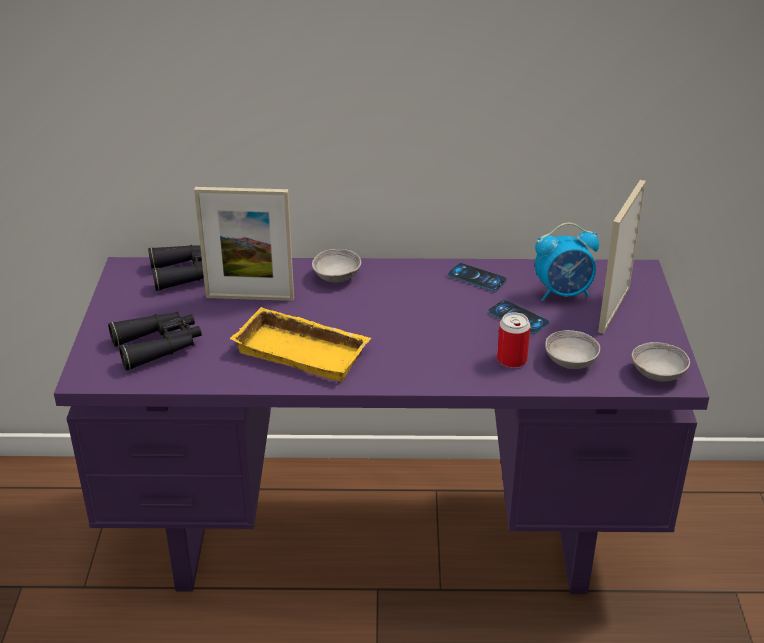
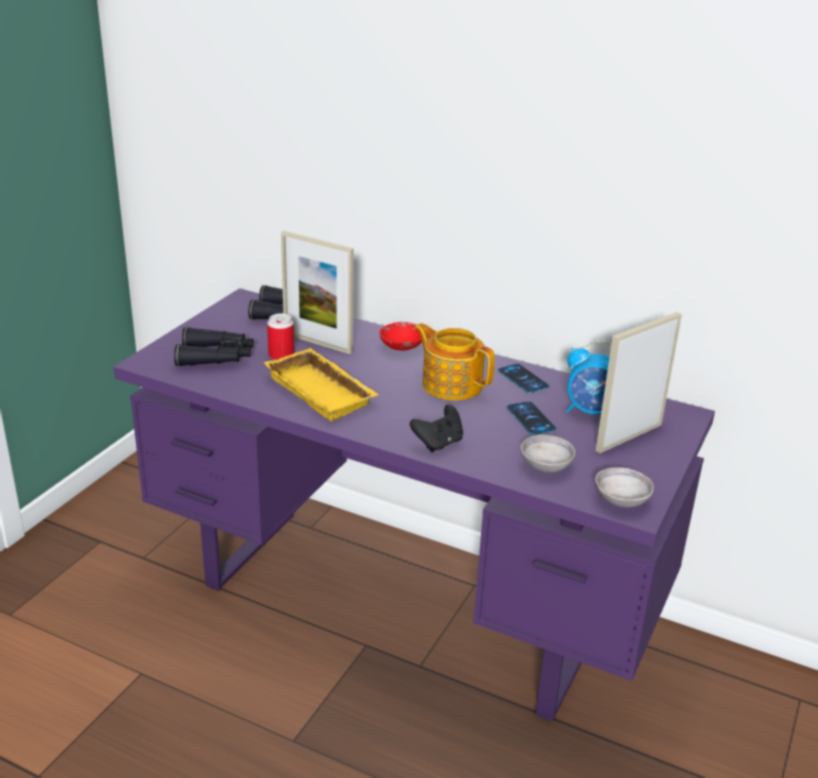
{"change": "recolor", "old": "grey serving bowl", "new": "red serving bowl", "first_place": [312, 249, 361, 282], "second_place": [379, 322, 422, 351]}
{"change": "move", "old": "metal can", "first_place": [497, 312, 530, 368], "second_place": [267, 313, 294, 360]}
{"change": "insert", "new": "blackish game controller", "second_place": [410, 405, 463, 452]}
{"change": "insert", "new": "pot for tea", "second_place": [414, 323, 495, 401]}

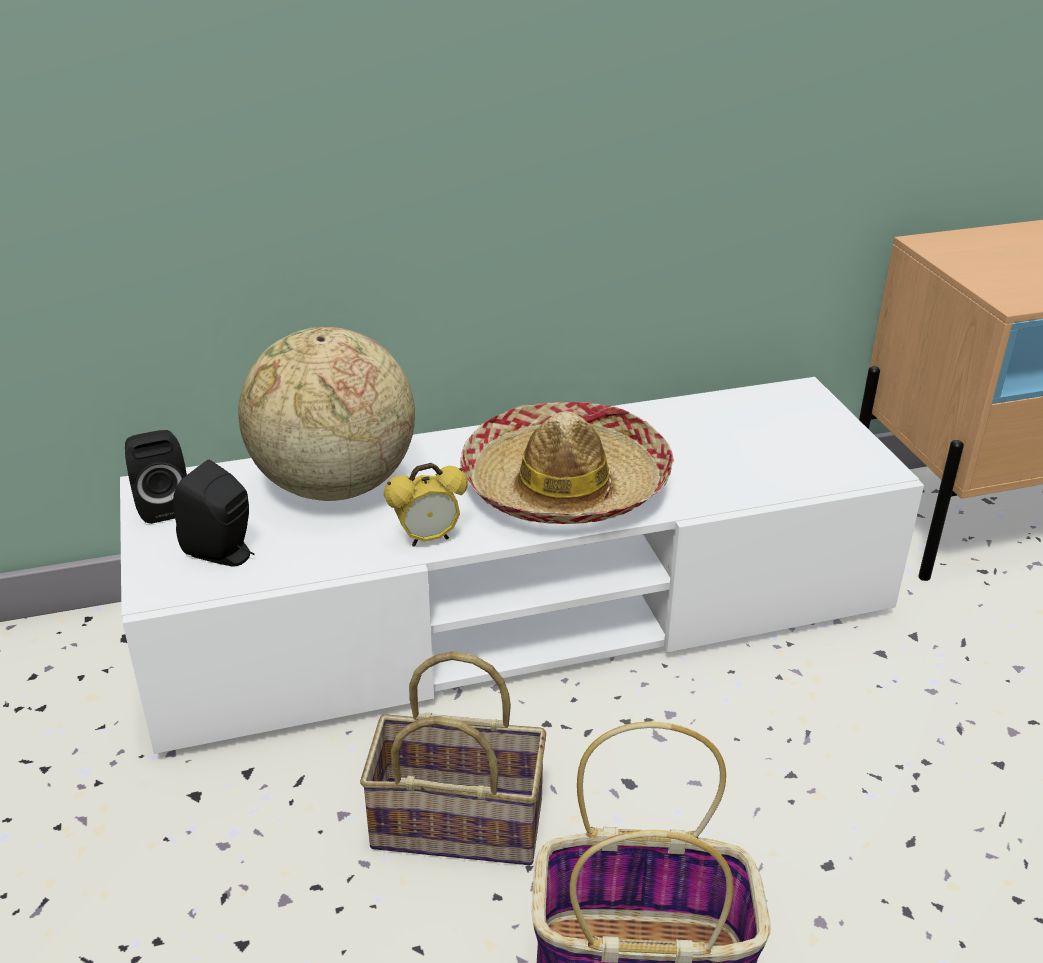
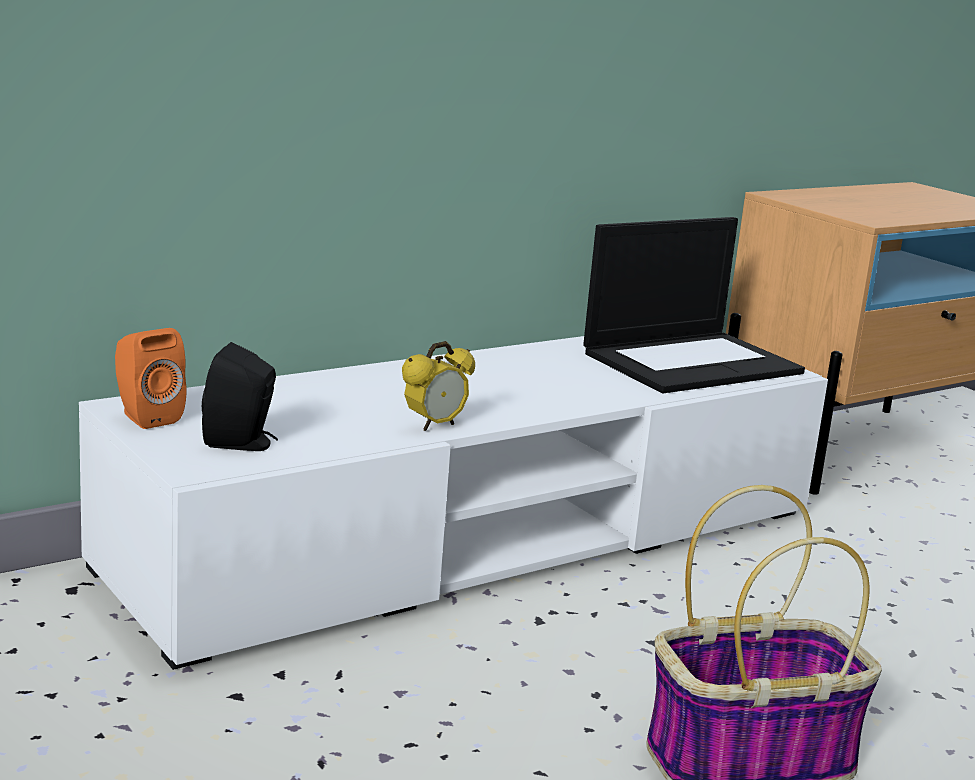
{"change": "recolor", "old": "blackish loudspeaker", "new": "orange loudspeaker", "first_place": [125, 430, 187, 524], "second_place": [115, 328, 186, 429]}
{"change": "delete", "old": "world globe", "first_place": [238, 327, 415, 501]}
{"change": "delete", "old": "basket", "first_place": [360, 651, 546, 865]}
{"change": "delete", "old": "wearable hat", "first_place": [460, 402, 674, 524]}
{"change": "insert", "new": "laptop", "second_place": [583, 217, 805, 393]}

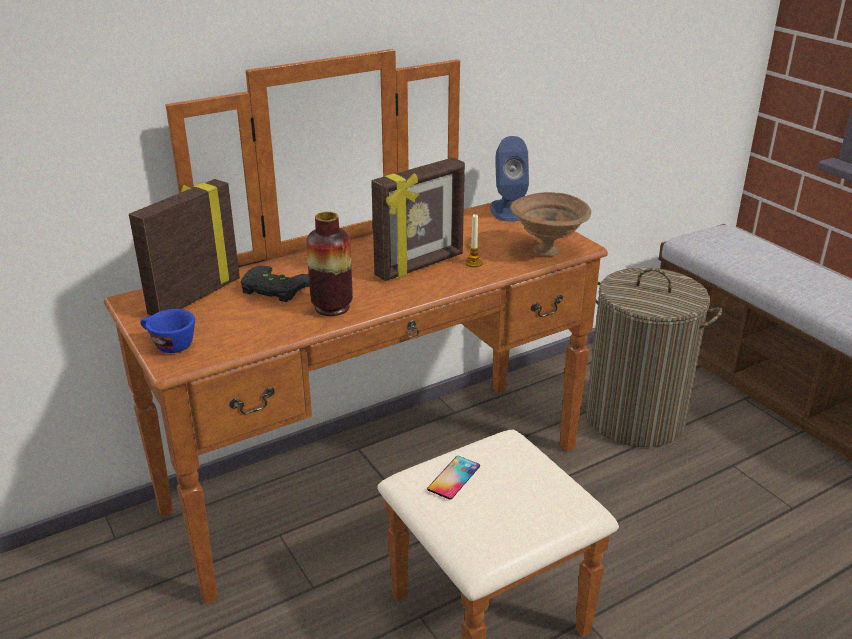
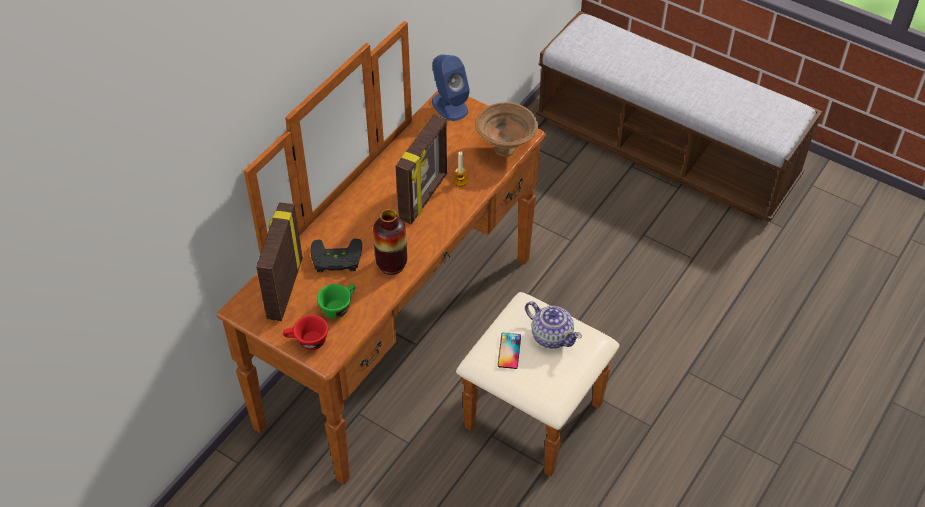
{"change": "recolor", "old": "blue-coloured drinking cup", "new": "red drinking cup", "first_place": [140, 309, 195, 353], "second_place": [283, 315, 328, 350]}
{"change": "delete", "old": "hamper", "first_place": [586, 267, 723, 447]}
{"change": "insert", "new": "greenish drinking cup", "second_place": [317, 284, 355, 319]}
{"change": "insert", "new": "pot for tea", "second_place": [525, 301, 582, 348]}

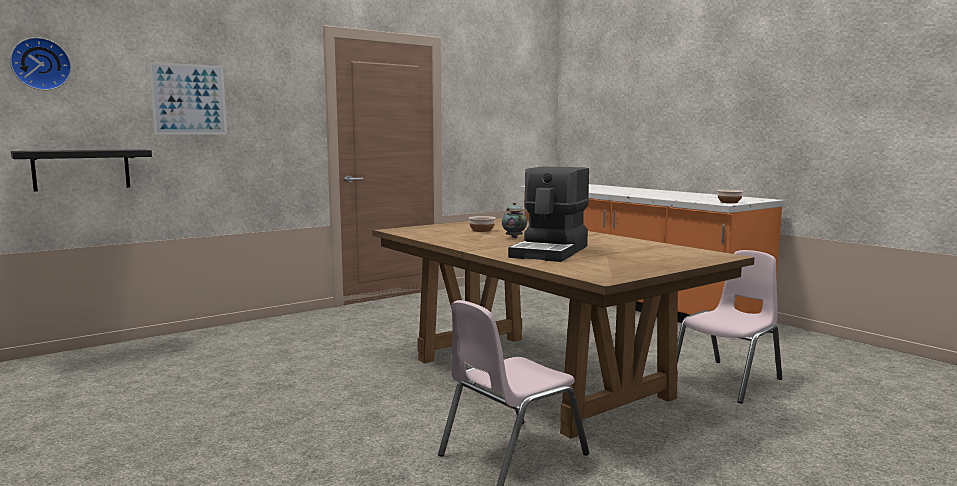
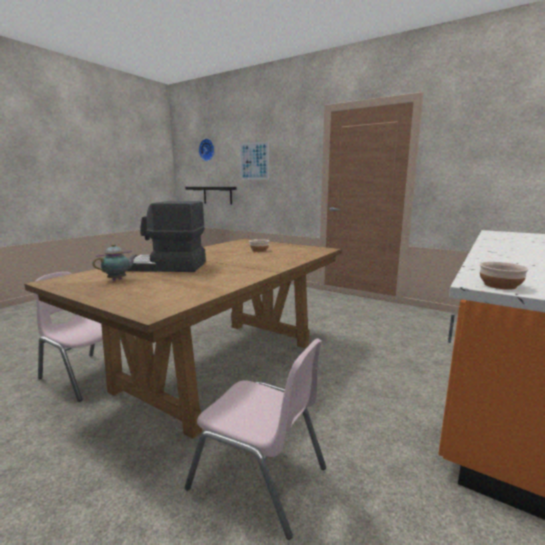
{"change": "move", "old": "pot for tea", "first_place": [502, 202, 527, 238], "second_place": [92, 244, 137, 281]}

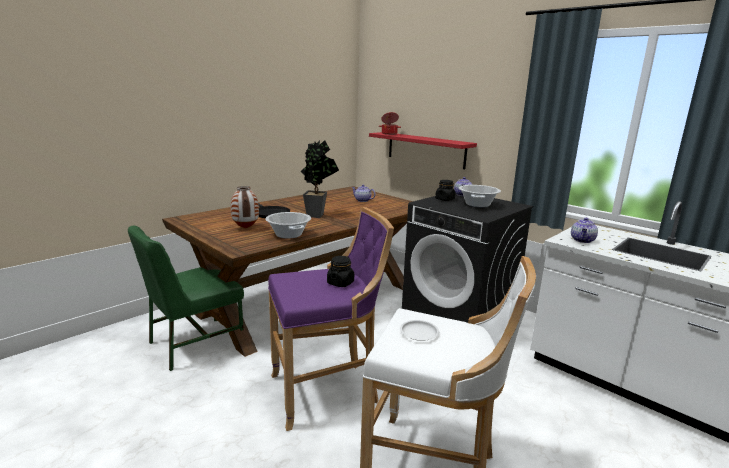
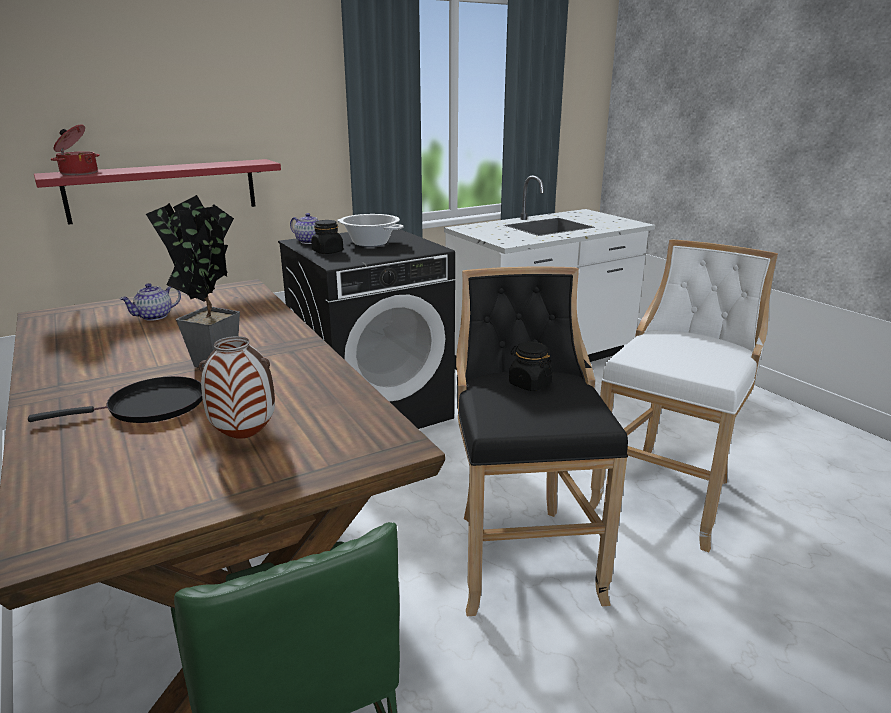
{"change": "delete", "old": "cooking pot", "first_place": [265, 212, 311, 239]}
{"change": "recolor", "old": "purplish stool seat", "new": "blackish stool seat", "first_place": [268, 207, 394, 431], "second_place": [456, 266, 628, 616]}
{"change": "delete", "old": "white-coloured plate", "first_place": [400, 320, 439, 341]}
{"change": "delete", "old": "pot for tea", "first_place": [571, 218, 598, 243]}

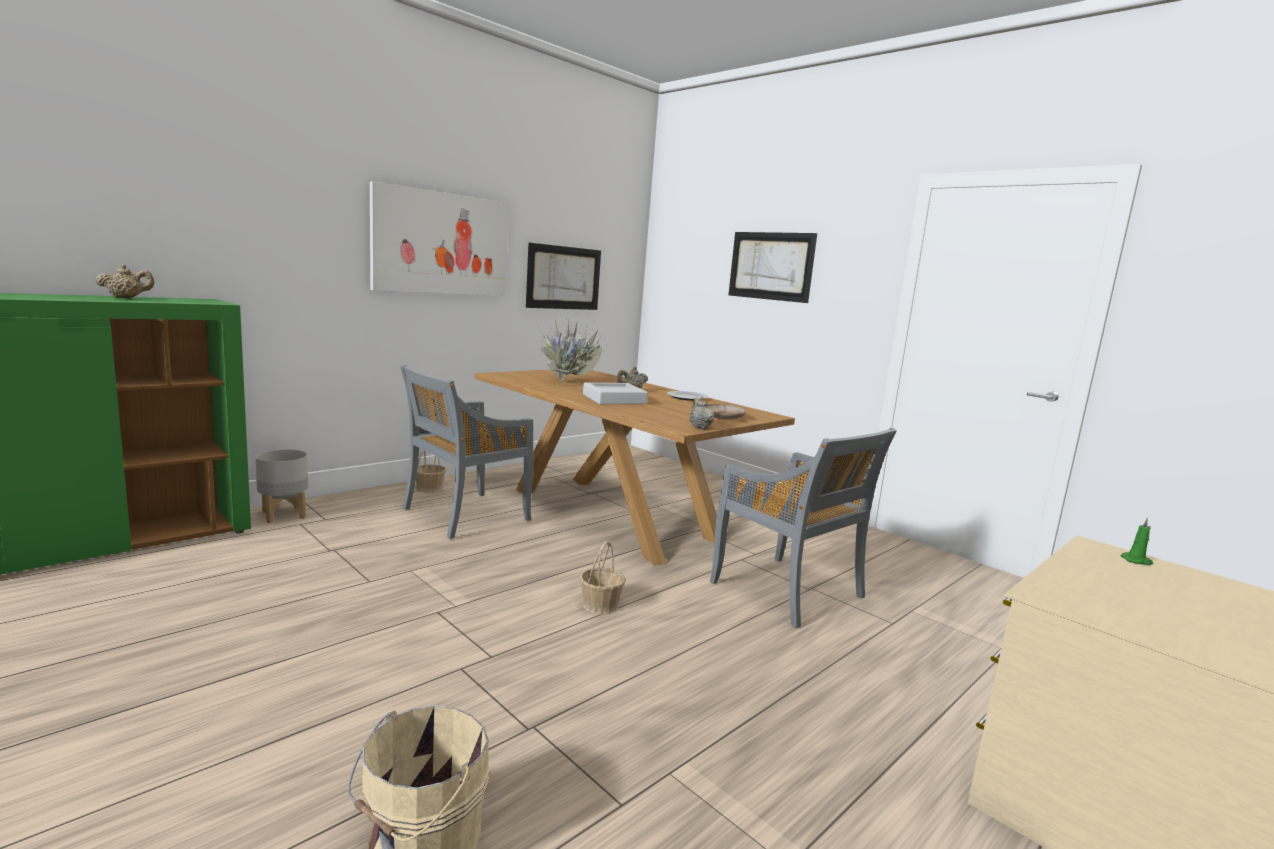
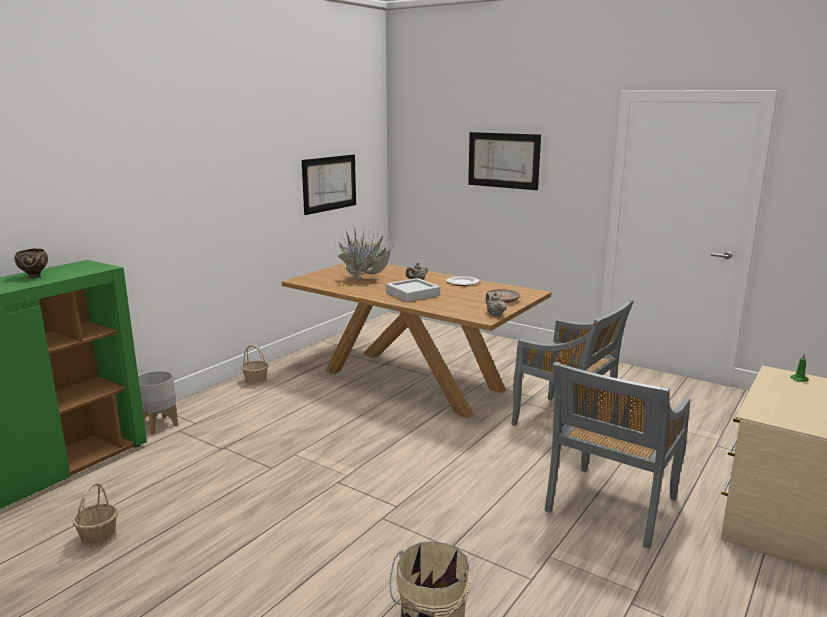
{"change": "replace", "old": "beige pot for tea", "new": "brown serving bowl", "first_place": [95, 264, 154, 298], "second_place": [14, 249, 48, 278]}
{"change": "delete", "old": "wall picture", "first_place": [370, 181, 509, 296]}
{"change": "move", "old": "grey chair", "first_place": [400, 365, 534, 539], "second_place": [544, 362, 690, 549]}
{"change": "move", "old": "basket", "first_place": [579, 541, 626, 614], "second_place": [73, 482, 118, 549]}

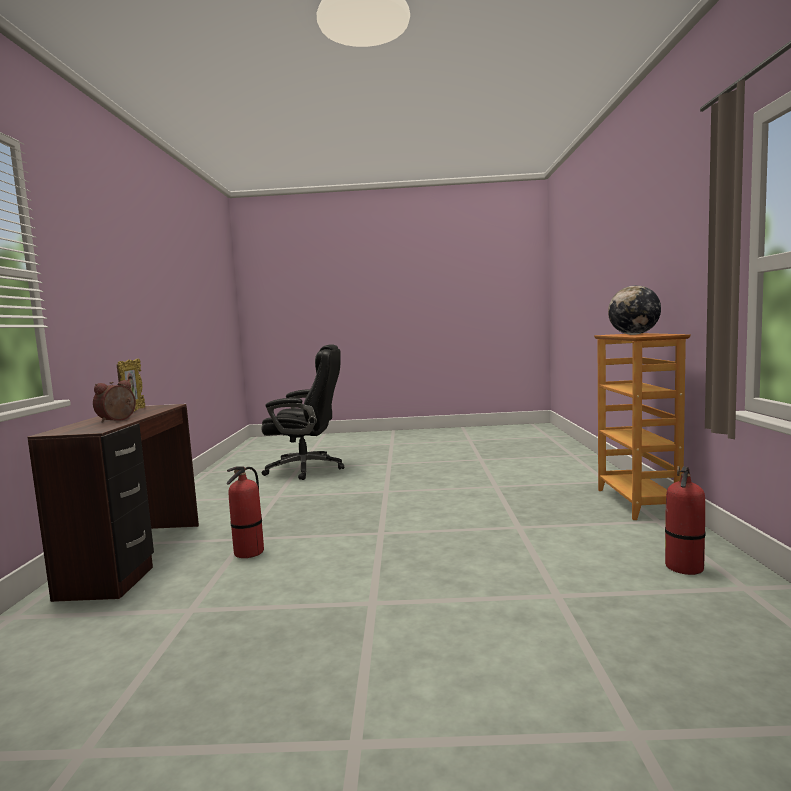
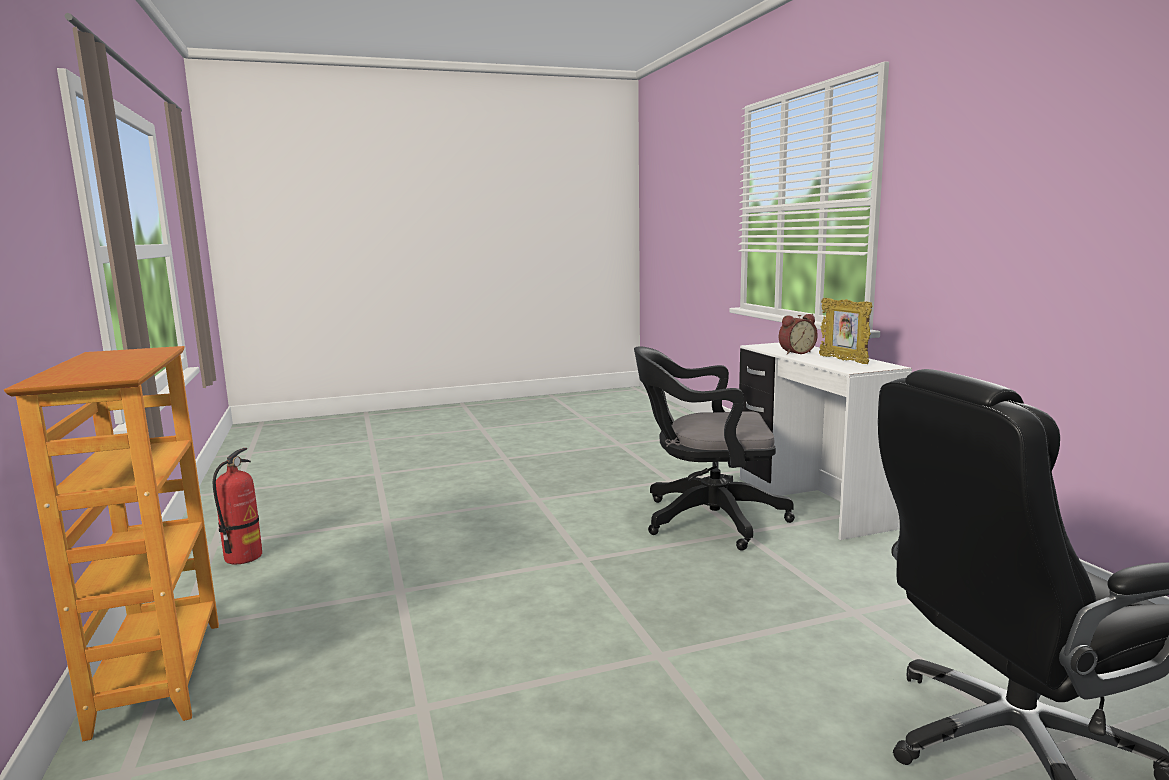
{"change": "recolor", "old": "brown desk", "new": "white-coloured desk", "first_place": [27, 404, 199, 602], "second_place": [739, 343, 912, 540]}
{"change": "rotate", "old": "bedside clock", "first_place": [93, 380, 136, 423], "second_place": [779, 314, 818, 355], "degrees": 60}
{"change": "replace", "old": "fire-fighting cylinder", "new": "blackish office chair", "first_place": [227, 466, 264, 558], "second_place": [634, 346, 795, 550]}
{"change": "delete", "old": "world globe", "first_place": [608, 285, 661, 335]}

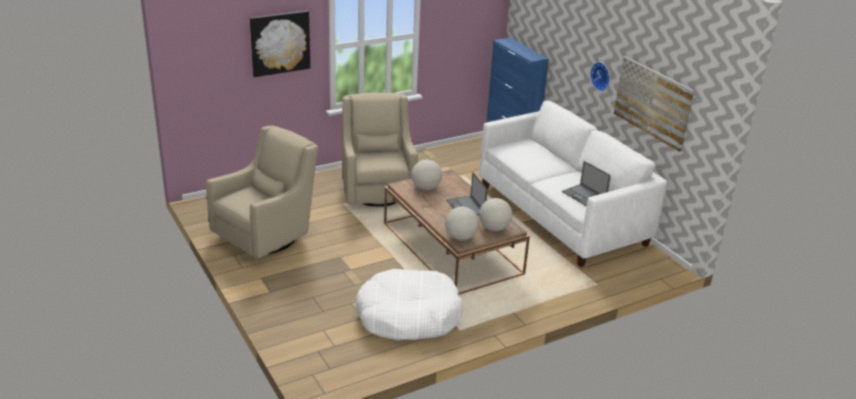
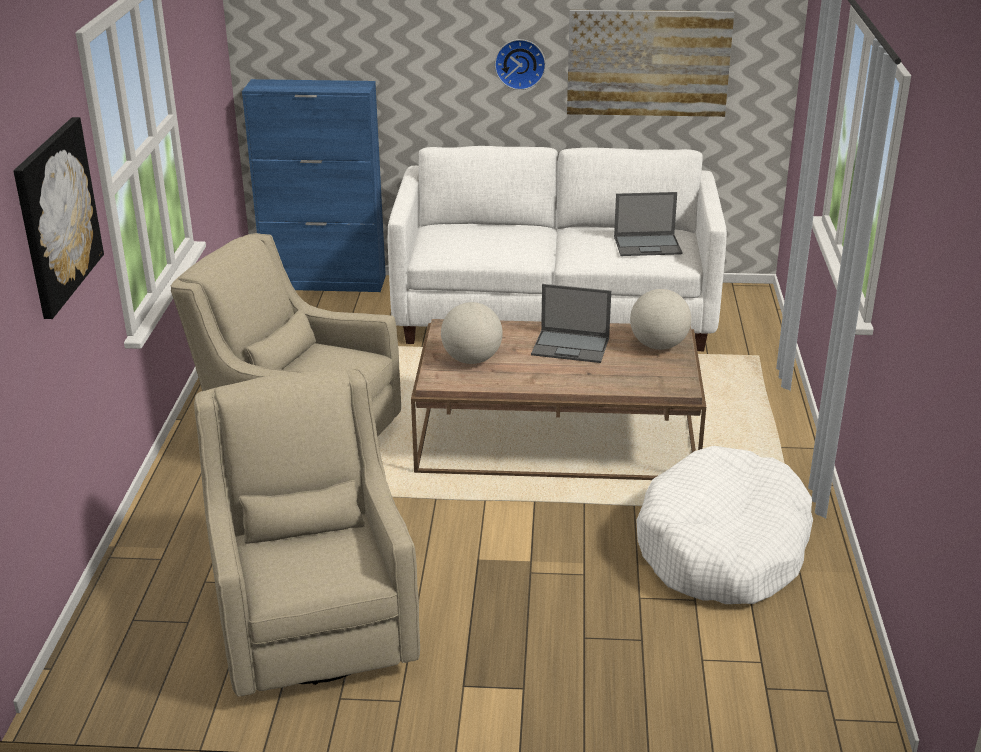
{"change": "delete", "old": "world globe", "first_place": [445, 207, 479, 240]}

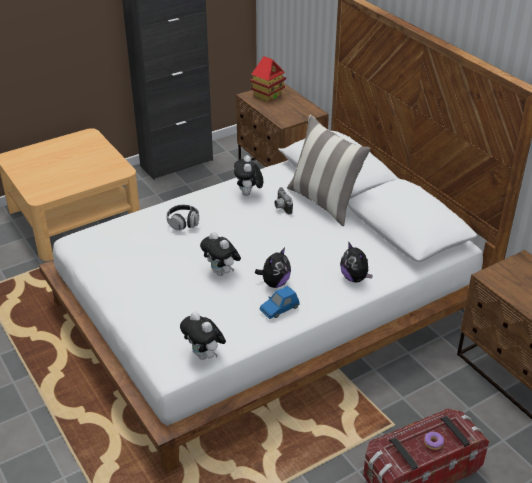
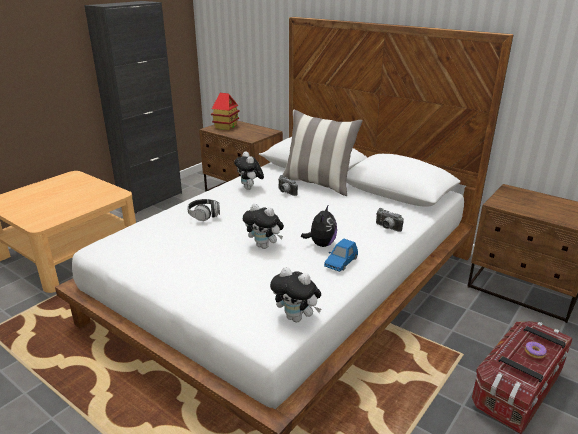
{"change": "replace", "old": "cuddly toy", "new": "still camera", "first_place": [340, 241, 373, 283], "second_place": [376, 208, 404, 232]}

